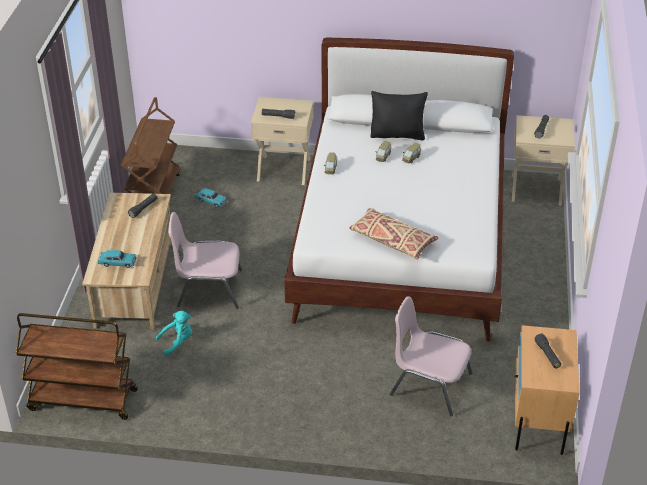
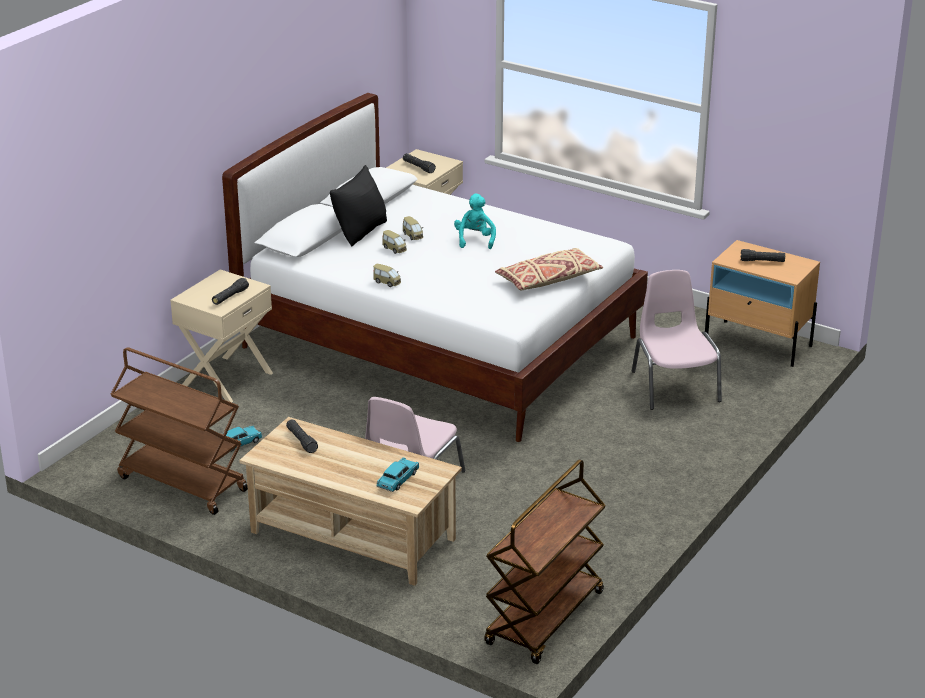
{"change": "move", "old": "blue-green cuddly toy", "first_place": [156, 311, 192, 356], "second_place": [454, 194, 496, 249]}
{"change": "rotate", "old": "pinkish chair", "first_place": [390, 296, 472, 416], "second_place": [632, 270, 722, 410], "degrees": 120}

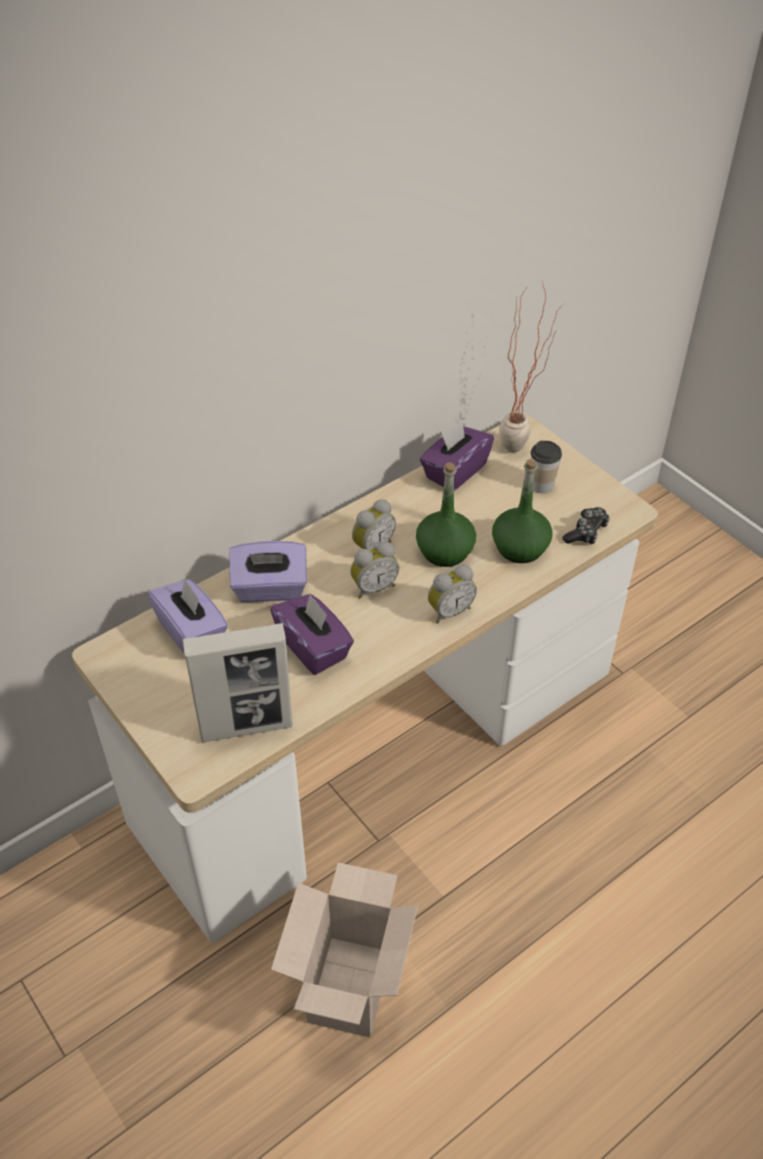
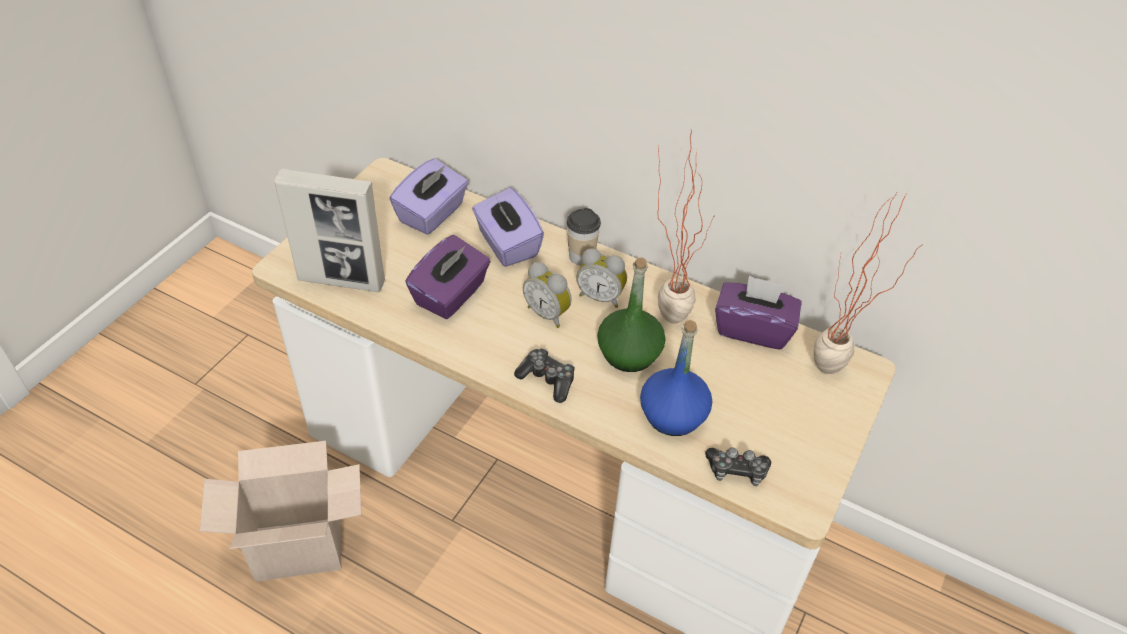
{"change": "rotate", "old": "photo frame", "first_place": [183, 623, 293, 742], "second_place": [274, 168, 385, 292], "degrees": -45}
{"change": "replace", "old": "bedside clock", "new": "game controller", "first_place": [428, 565, 477, 624], "second_place": [514, 348, 575, 403]}
{"change": "recolor", "old": "greenish beverage bottle", "new": "blue-coloured beverage bottle", "first_place": [492, 459, 552, 563], "second_place": [640, 320, 712, 436]}
{"change": "move", "old": "drinking cup", "first_place": [531, 441, 562, 493], "second_place": [567, 208, 601, 265]}
{"change": "insert", "new": "plant in a pot", "second_place": [658, 130, 716, 324]}

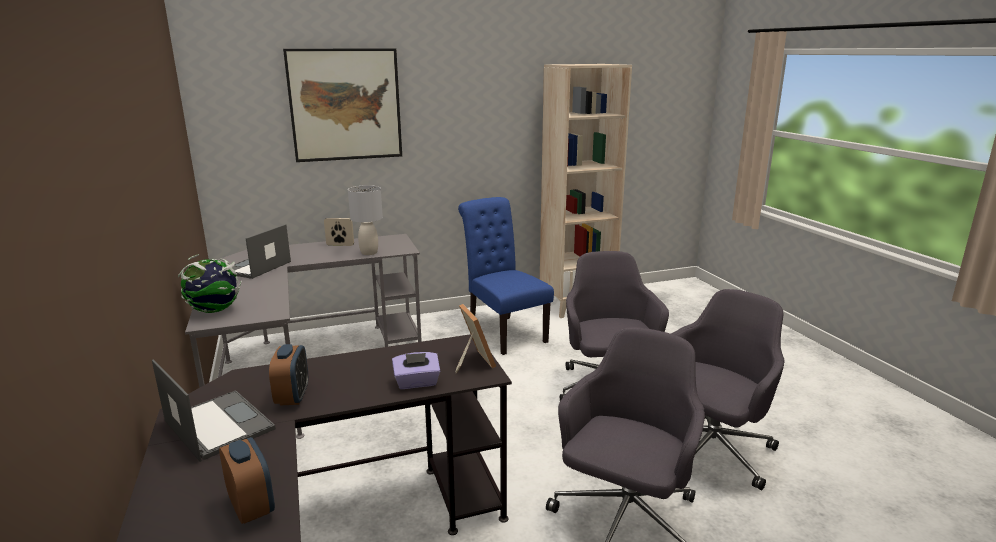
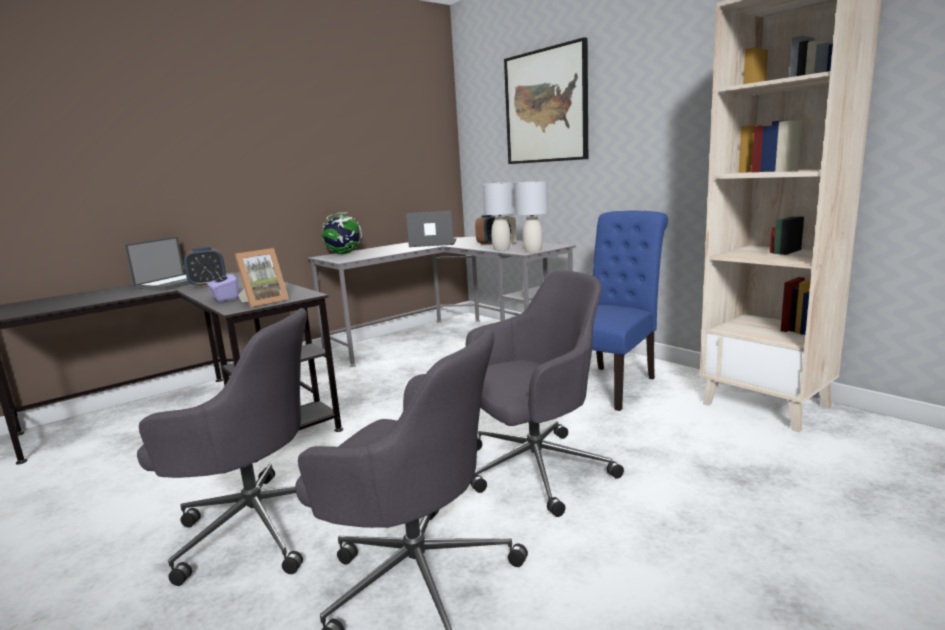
{"change": "move", "old": "bedside clock", "first_place": [219, 437, 275, 524], "second_place": [475, 215, 496, 245]}
{"change": "insert", "new": "grey table lamp", "second_place": [514, 181, 548, 252]}

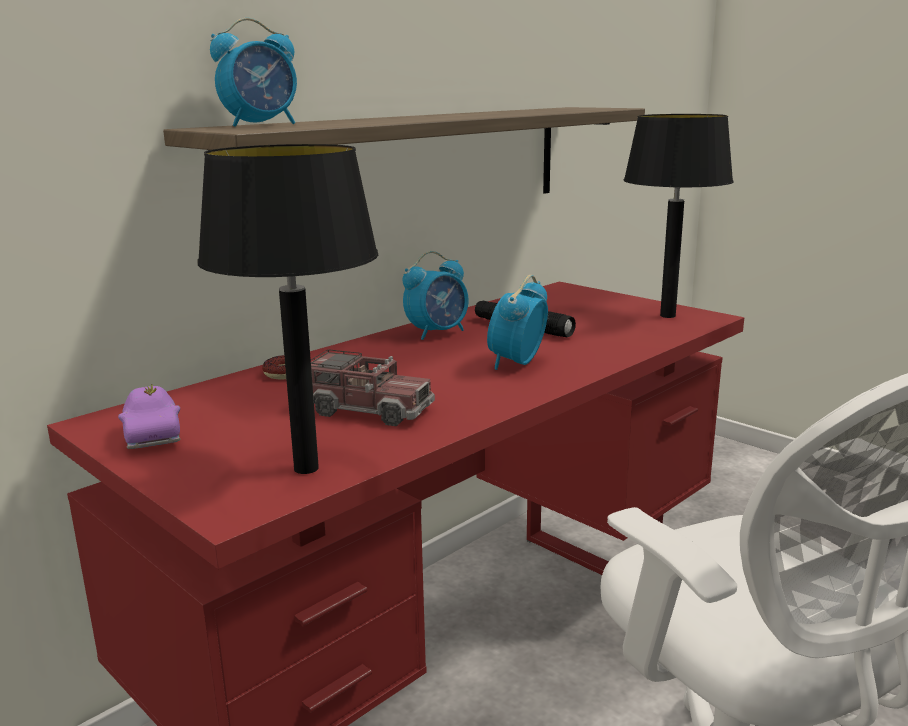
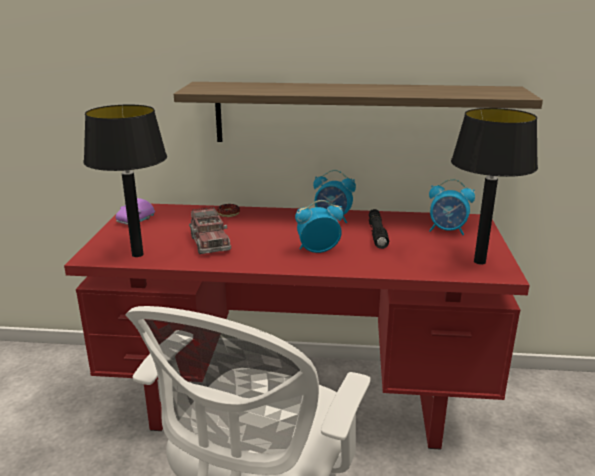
{"change": "move", "old": "bedside clock", "first_place": [210, 18, 297, 127], "second_place": [429, 179, 475, 235]}

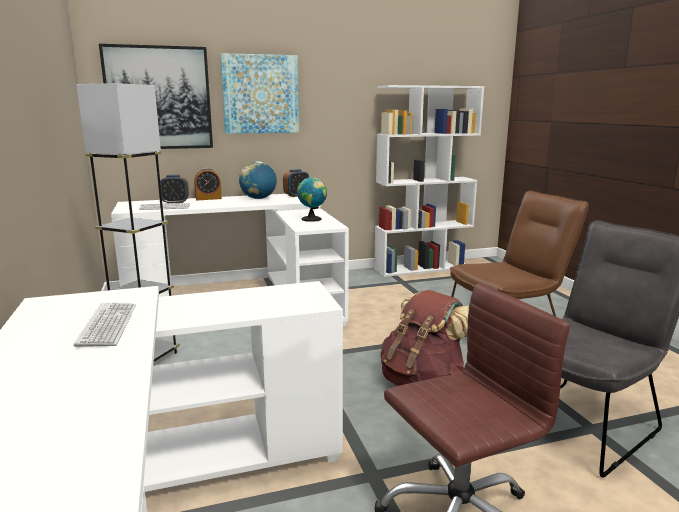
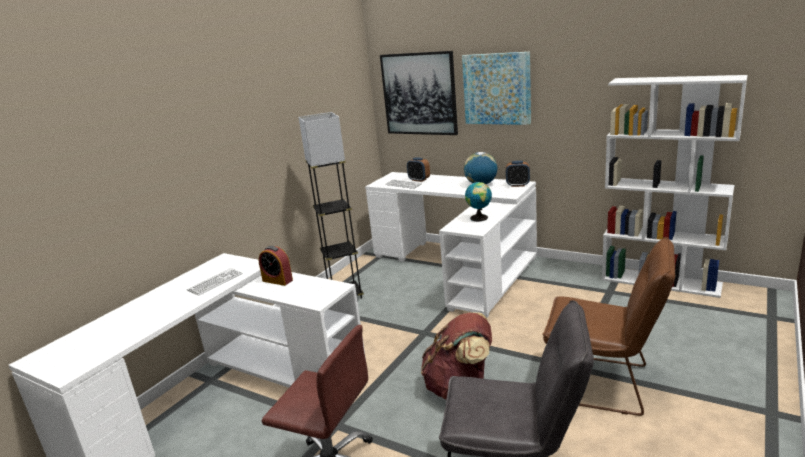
{"change": "move", "old": "bedside clock", "first_place": [194, 168, 222, 200], "second_place": [258, 246, 293, 286]}

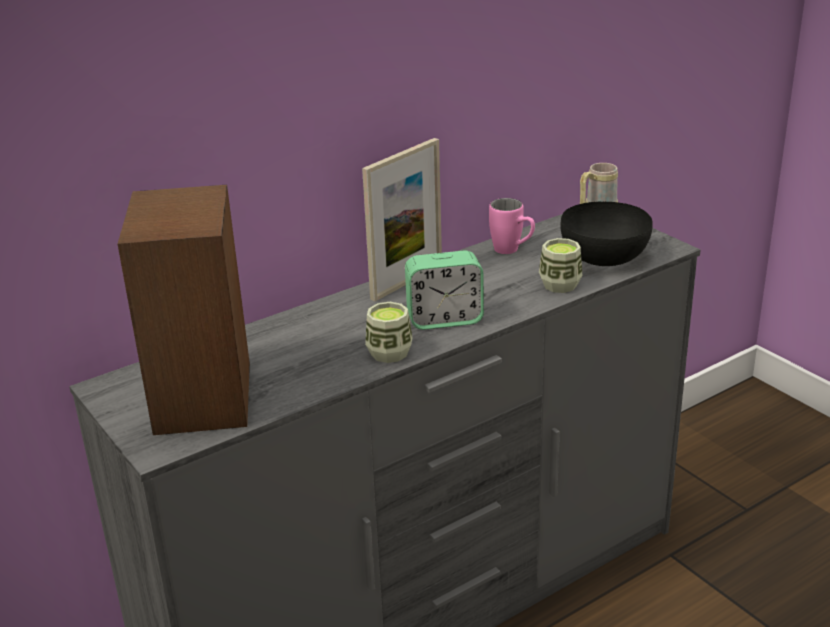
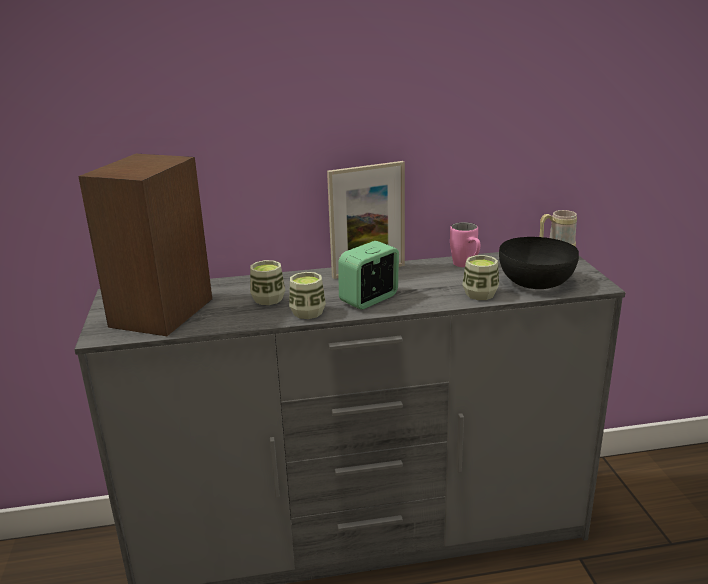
{"change": "rotate", "old": "bedside clock", "first_place": [405, 250, 484, 330], "second_place": [338, 241, 399, 310], "degrees": 120}
{"change": "insert", "new": "drinking cup", "second_place": [250, 260, 285, 305]}

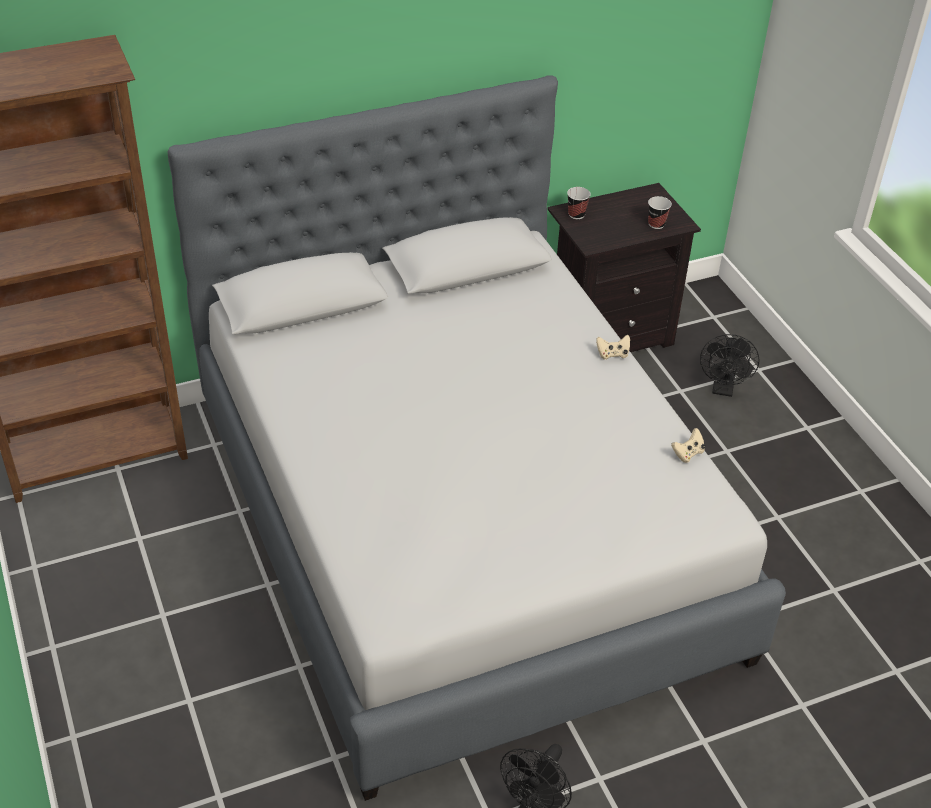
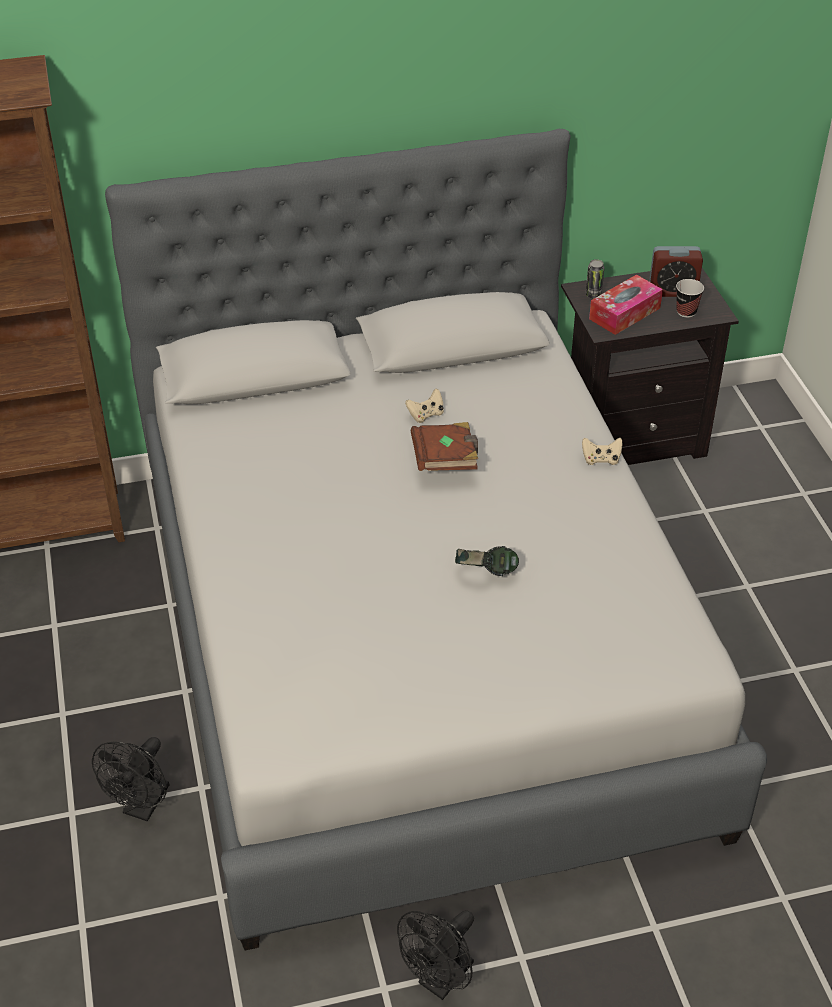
{"change": "replace", "old": "drinking cup", "new": "metal can", "first_place": [567, 187, 591, 219], "second_place": [586, 259, 604, 298]}
{"change": "move", "old": "beige game controller", "first_place": [671, 428, 706, 463], "second_place": [405, 388, 444, 423]}
{"change": "move", "old": "blackish fan", "first_place": [700, 334, 760, 397], "second_place": [92, 737, 169, 821]}
{"change": "insert", "new": "brown bound book", "second_place": [411, 422, 478, 471]}
{"change": "insert", "new": "headset", "second_place": [455, 546, 519, 576]}
{"change": "insert", "new": "box of tissues", "second_place": [589, 274, 663, 335]}
{"change": "insert", "new": "bedside clock", "second_place": [649, 246, 703, 297]}

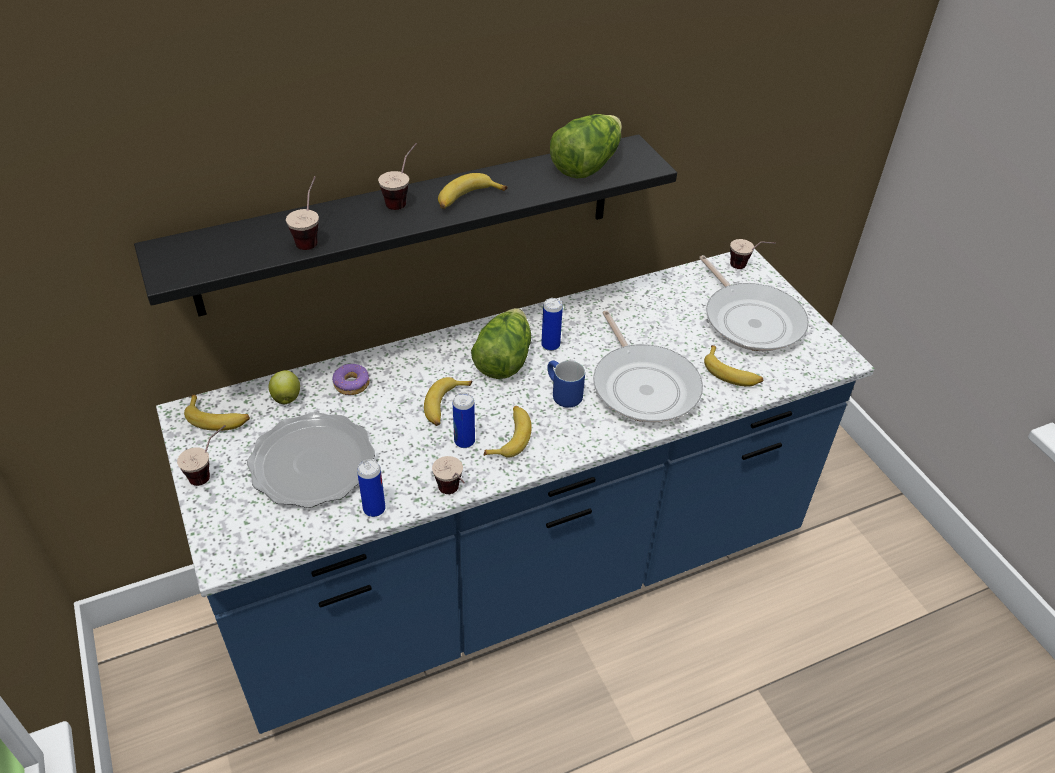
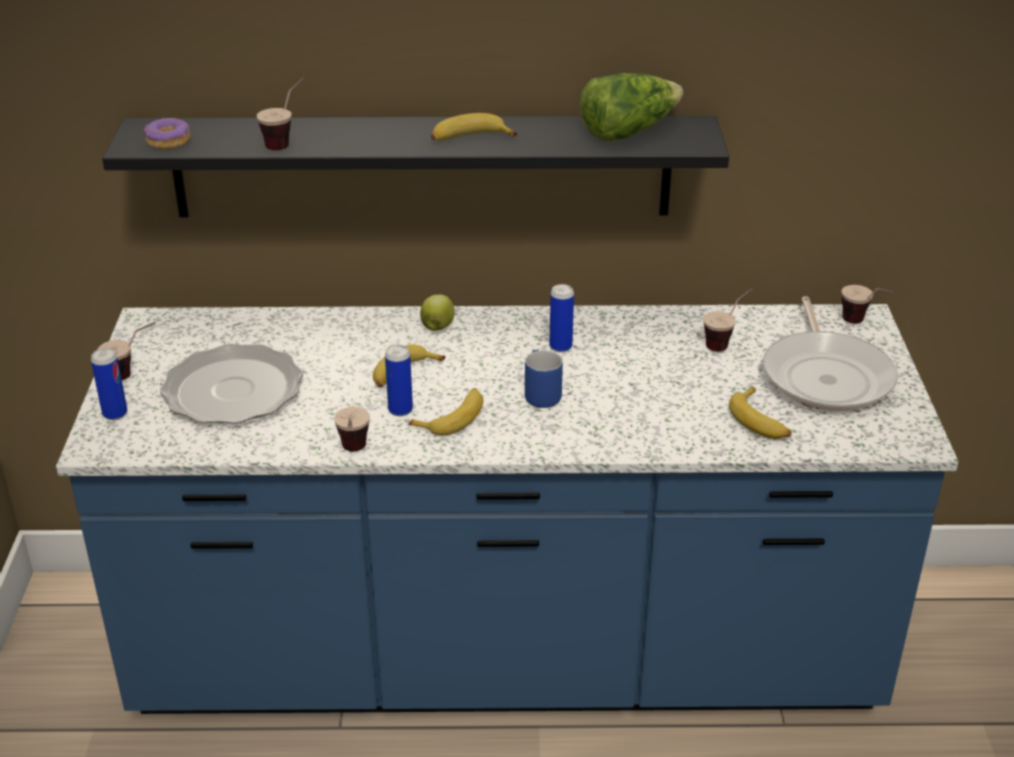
{"change": "delete", "old": "banana fruit", "first_place": [184, 395, 250, 431]}
{"change": "move", "old": "apple fruit", "first_place": [269, 370, 300, 404], "second_place": [420, 294, 455, 331]}
{"change": "move", "old": "donut", "first_place": [332, 364, 370, 395], "second_place": [144, 118, 191, 149]}
{"change": "move", "old": "metal can", "first_place": [357, 459, 386, 517], "second_place": [91, 348, 127, 420]}
{"change": "move", "old": "drinking cup", "first_place": [378, 143, 417, 210], "second_place": [703, 288, 753, 351]}
{"change": "delete", "old": "head of lettuce", "first_place": [471, 308, 531, 379]}
{"change": "delete", "old": "skillet", "first_place": [593, 310, 703, 422]}

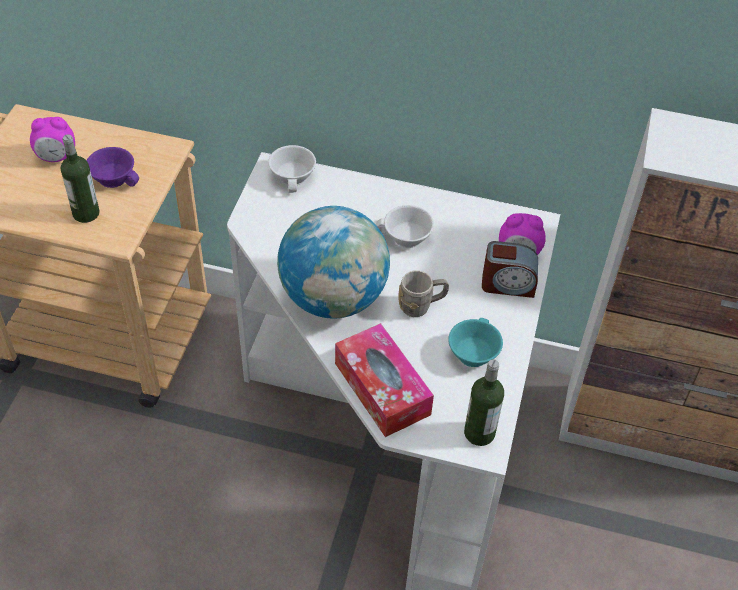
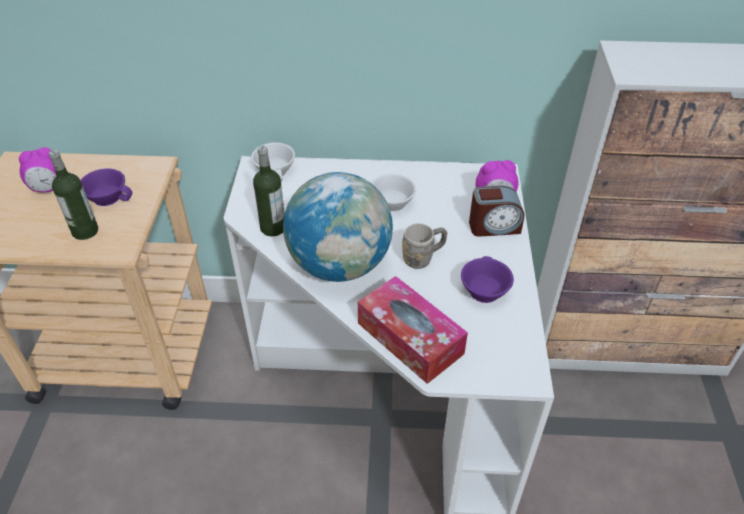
{"change": "recolor", "old": "blue-green drinking cup", "new": "purplish drinking cup", "first_place": [448, 318, 503, 367], "second_place": [461, 256, 514, 303]}
{"change": "move", "old": "beverage bottle", "first_place": [464, 359, 504, 446], "second_place": [253, 146, 285, 237]}

